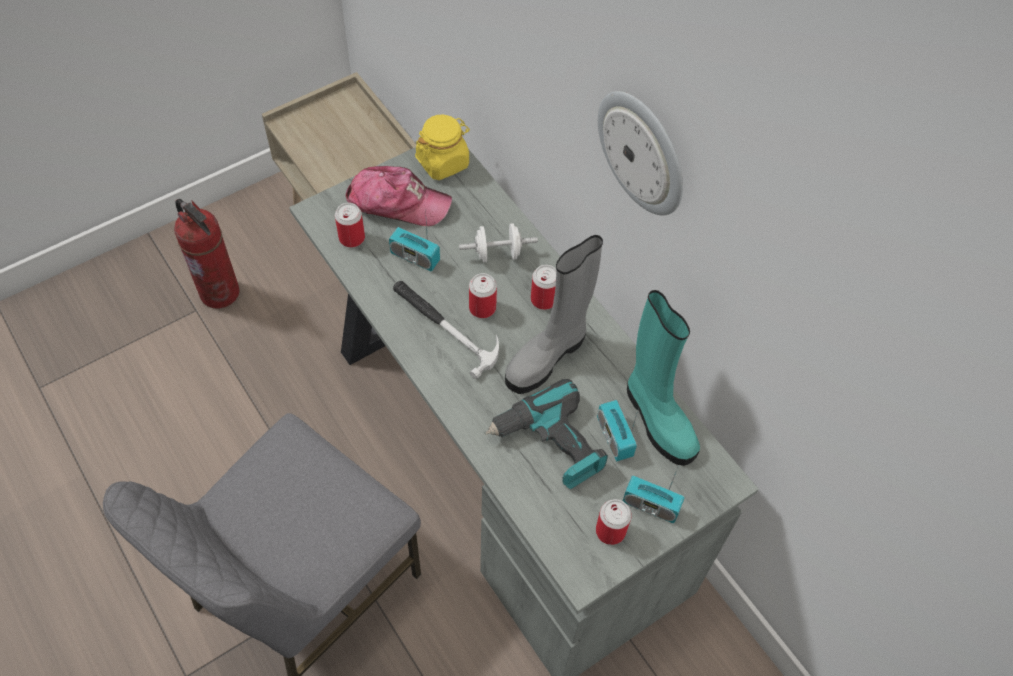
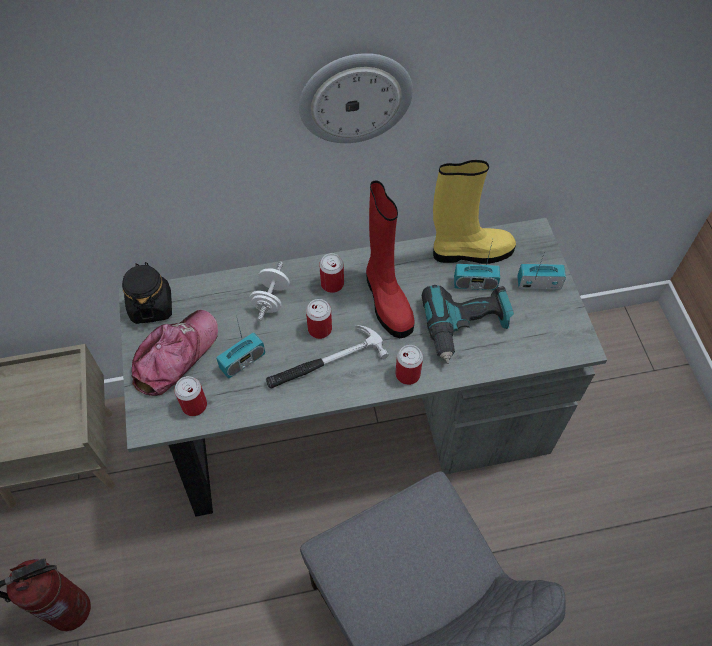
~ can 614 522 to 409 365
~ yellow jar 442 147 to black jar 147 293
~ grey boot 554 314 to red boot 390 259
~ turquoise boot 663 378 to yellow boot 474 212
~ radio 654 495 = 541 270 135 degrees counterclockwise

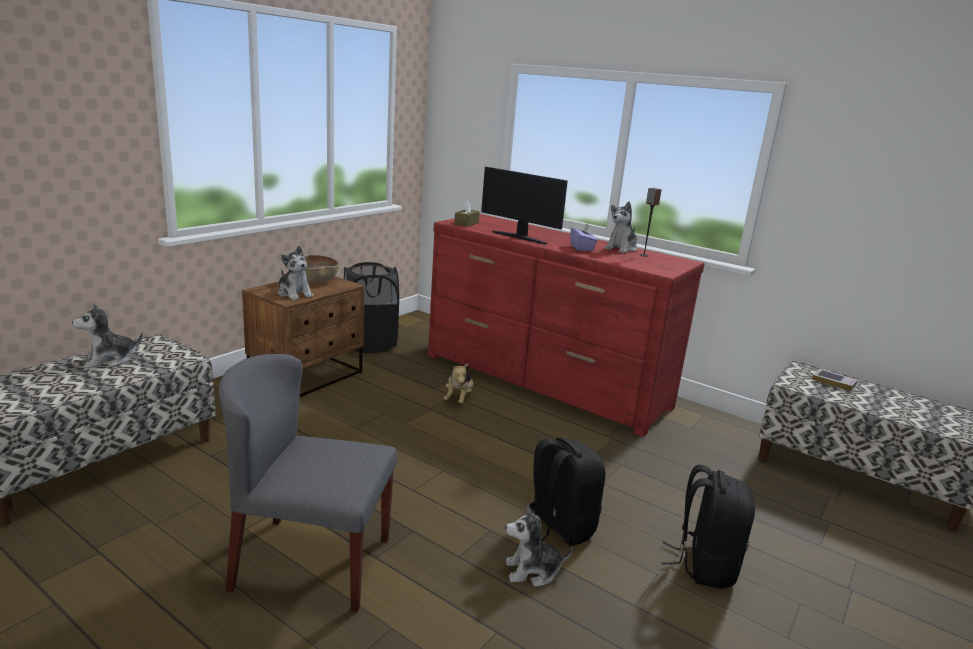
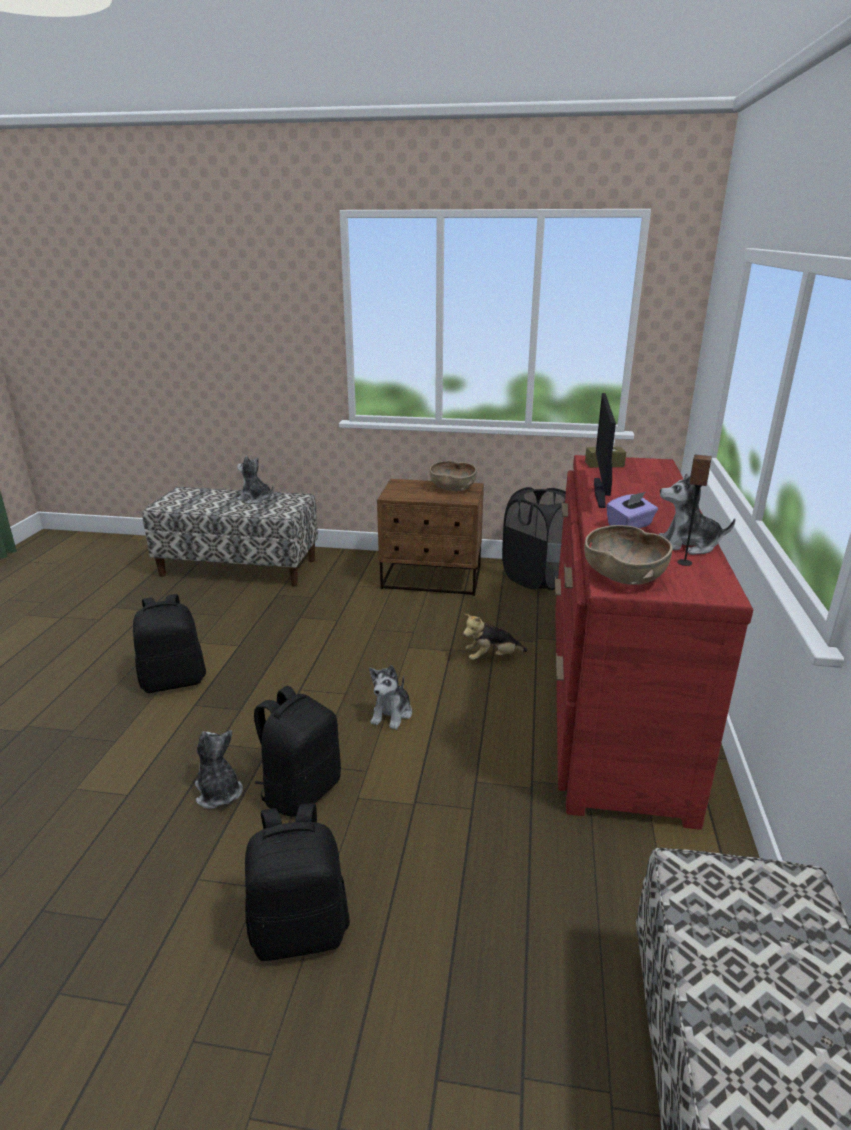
- book 835 380
+ brown bowl 628 555
~ plush toy 296 273 to 390 697
~ grey chair 308 483 to black backpack 169 643

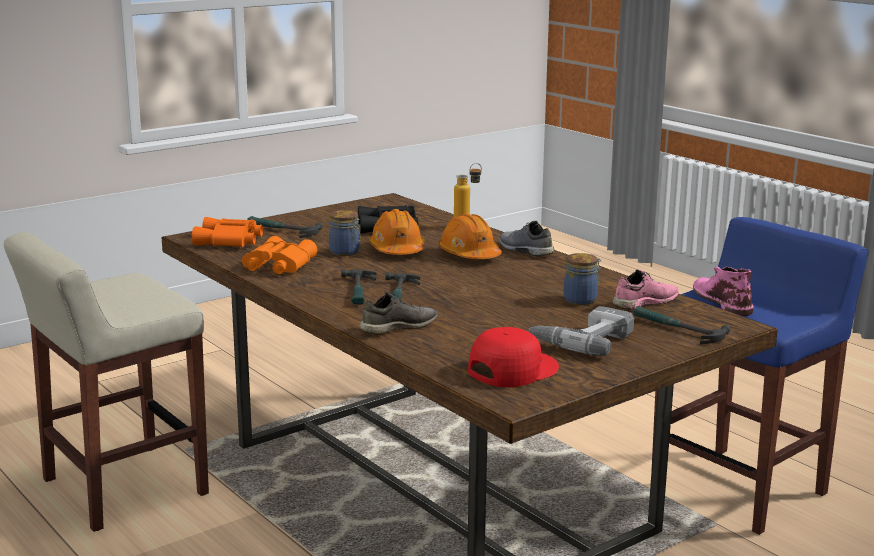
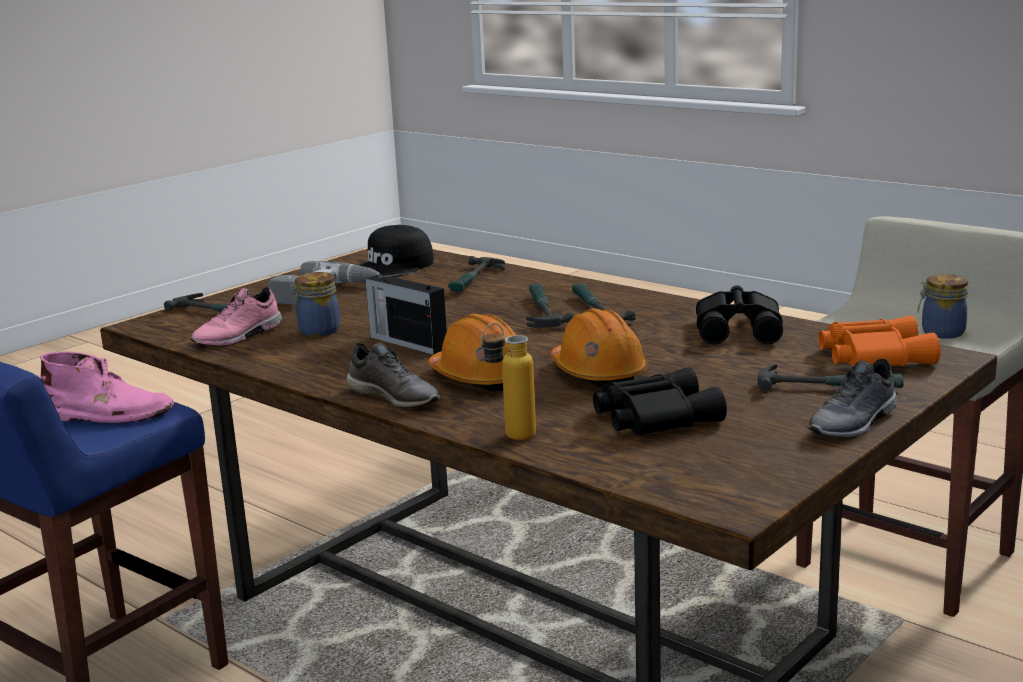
+ radio 406 313
+ hammer 476 274
~ jar 345 233 to 942 306
~ grey shoe 399 313 to 852 398
~ orange binoculars 279 255 to black binoculars 739 315
~ red cap 513 357 to black cap 397 251
~ pink boot 723 291 = 107 387 60 degrees counterclockwise

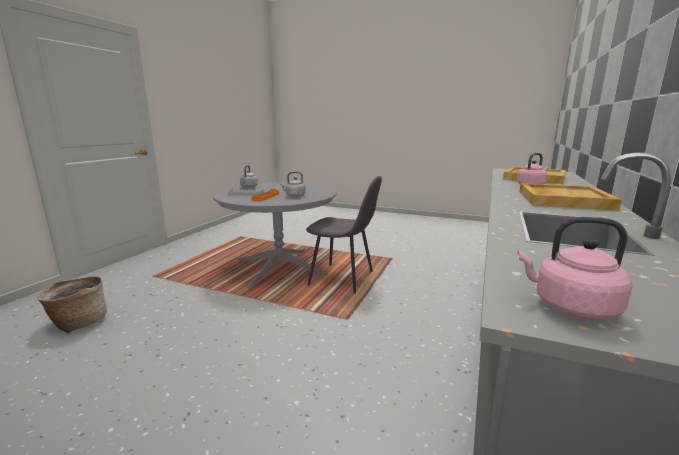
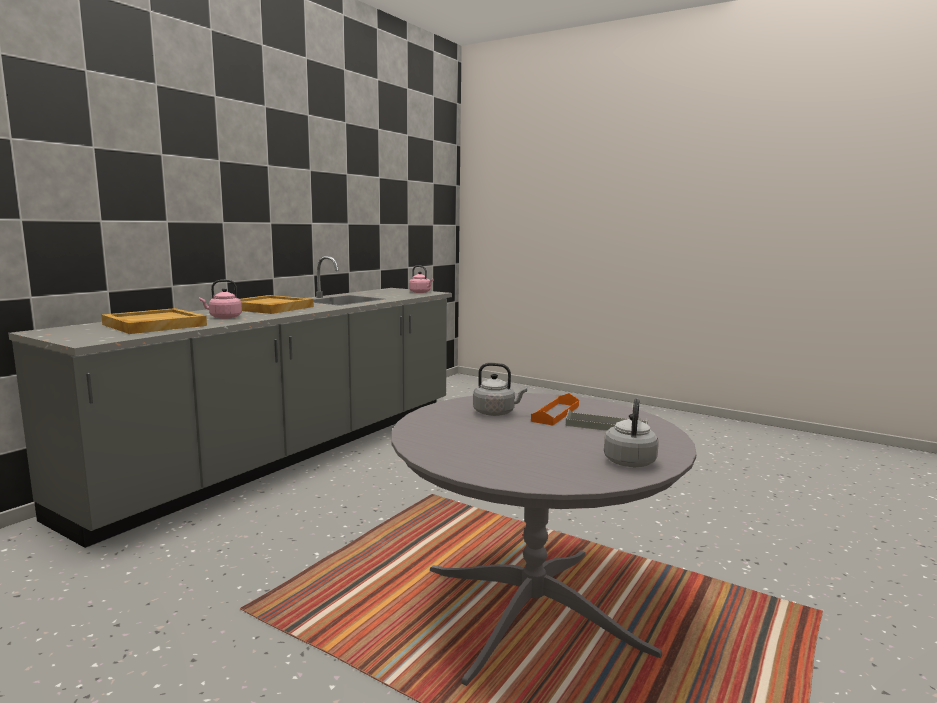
- basket 72 304
- grey chair 344 235

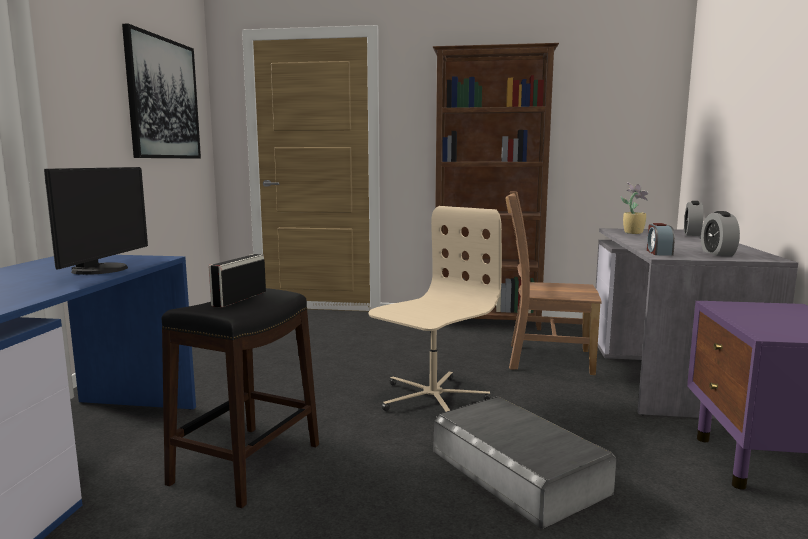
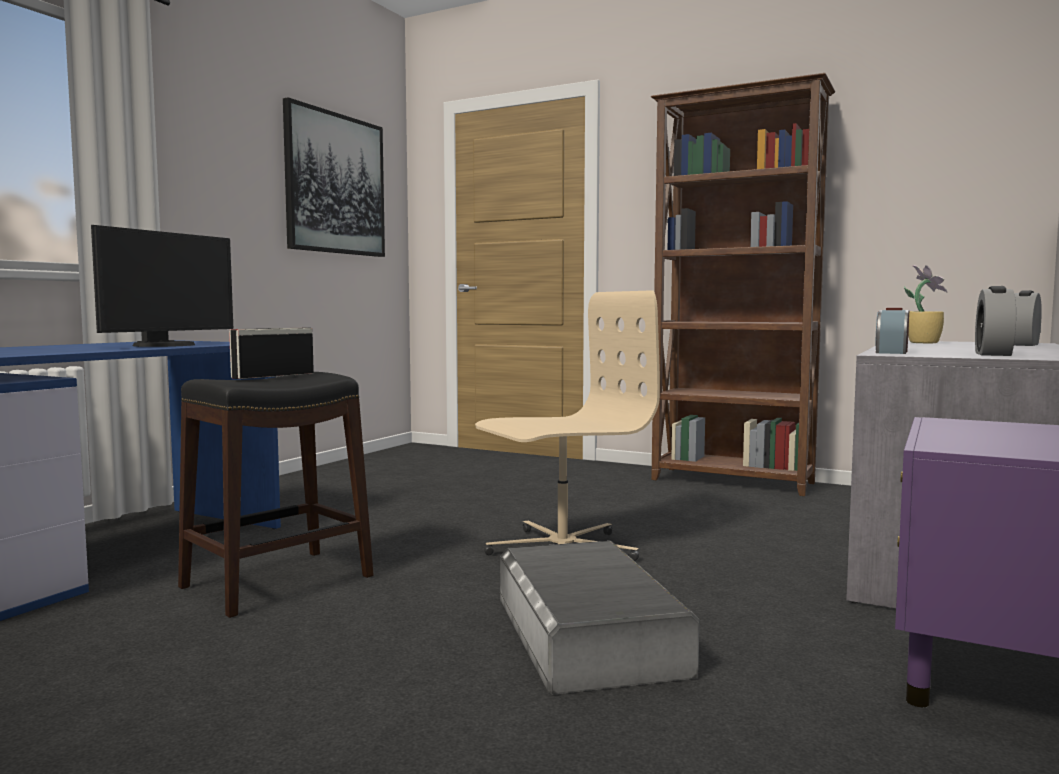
- brown chair 554 283

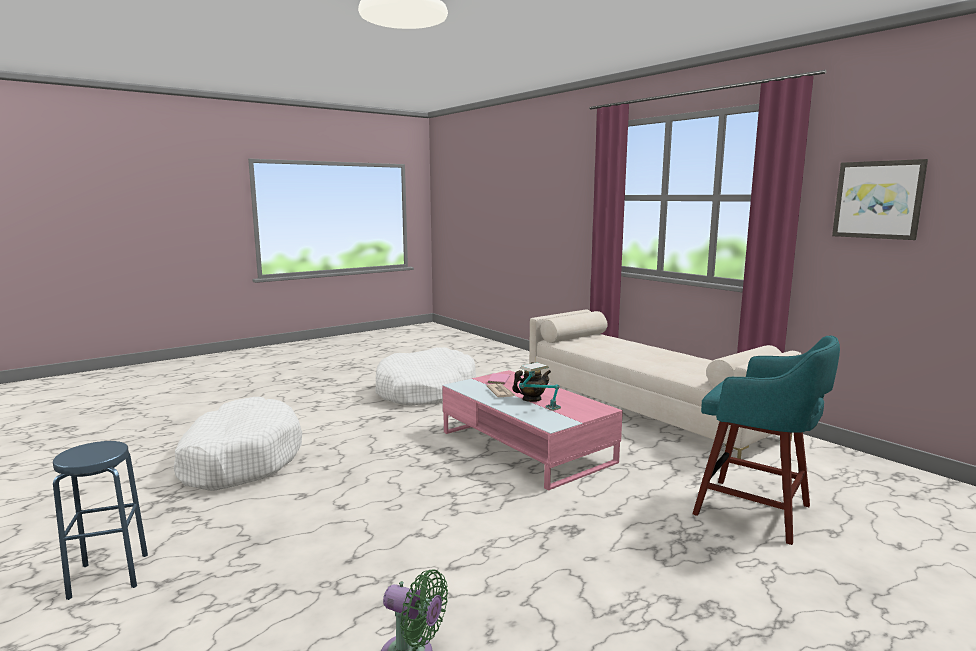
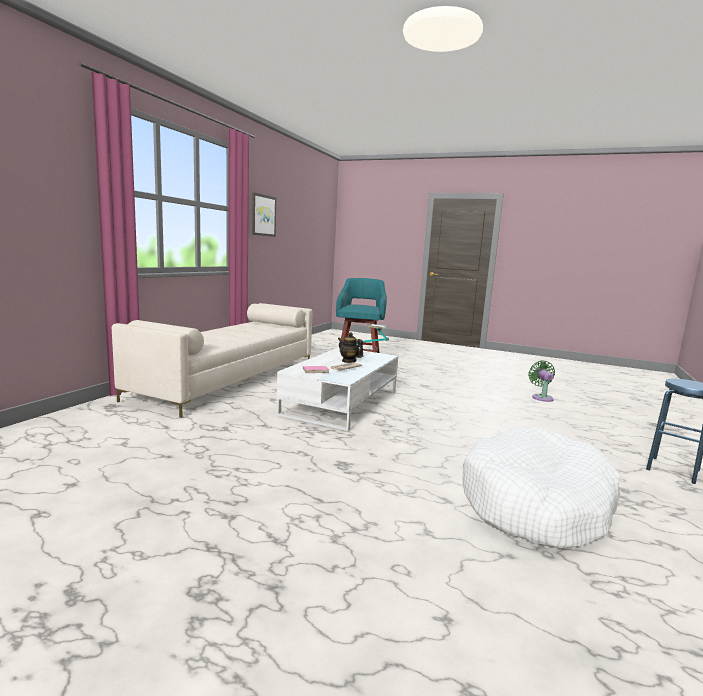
- white dog bed 425 376
~ pink coffee table 532 430 to white coffee table 337 389

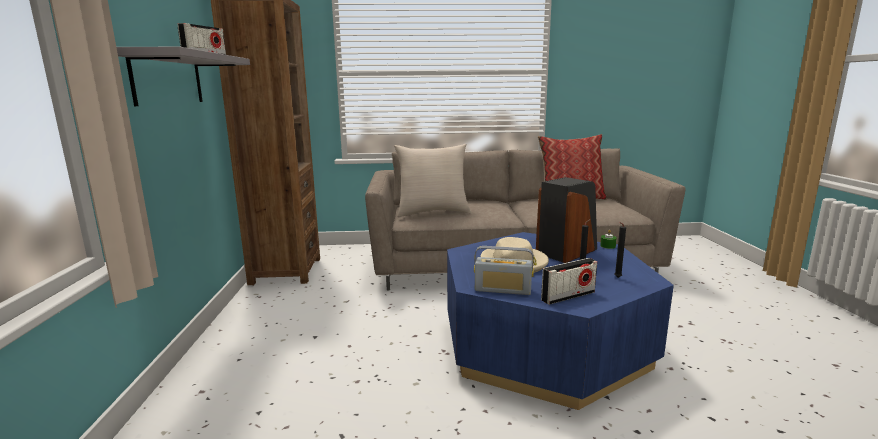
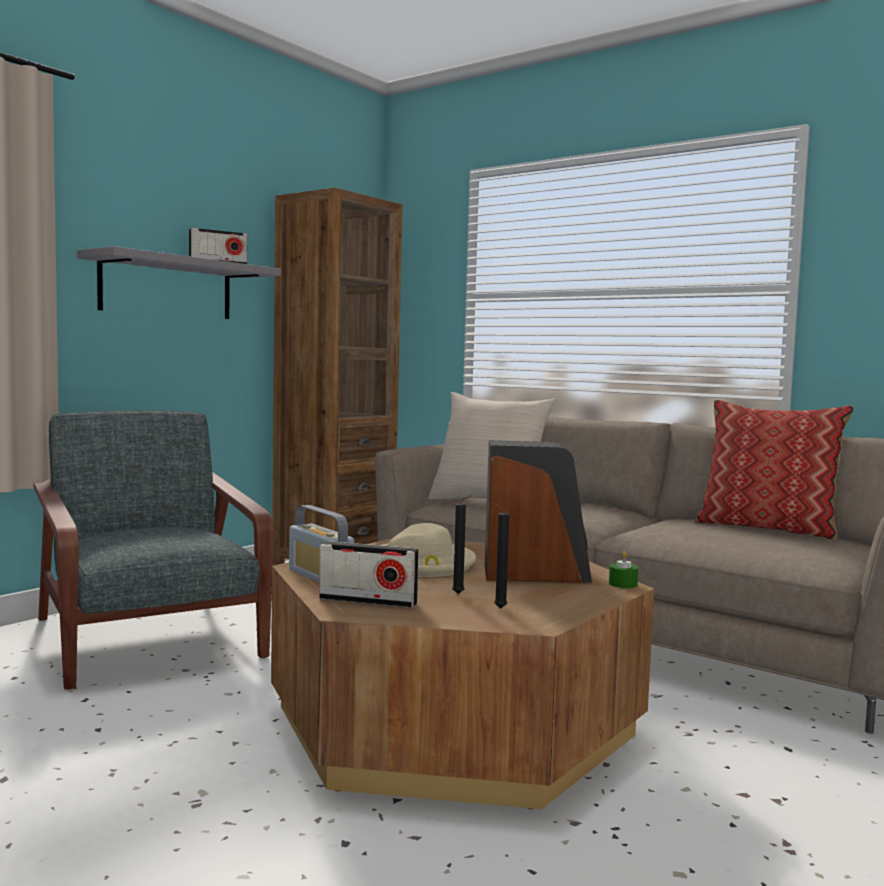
+ grey armchair 154 550
~ blue coffee table 560 321 to brown coffee table 462 673

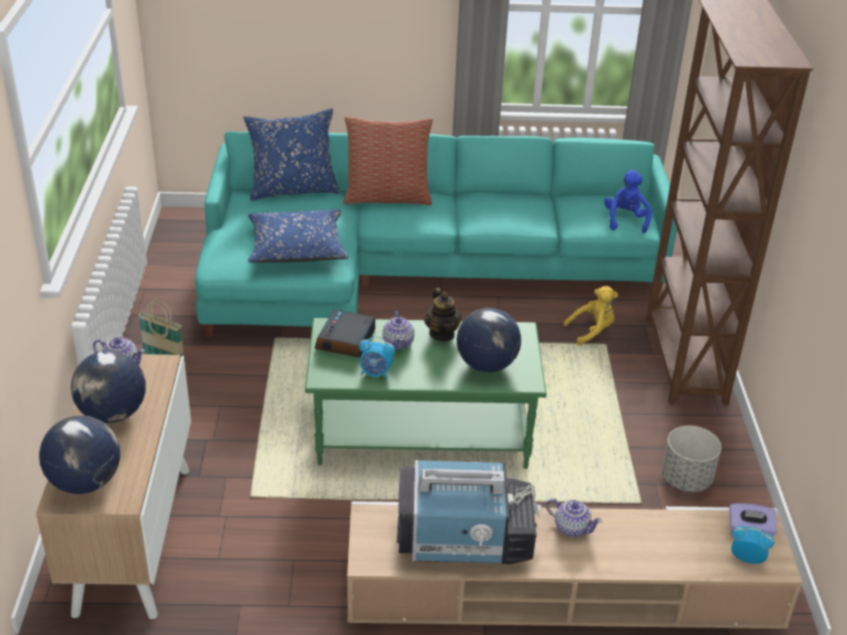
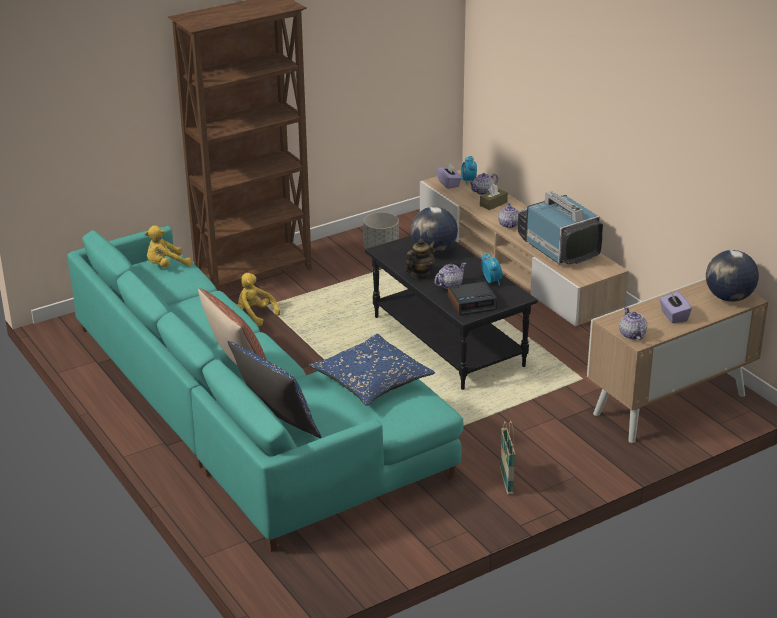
+ teapot 483 184
+ brown tissue box 494 197
~ globe 108 386 to purple tissue box 675 307
~ green coffee table 426 393 to black coffee table 451 312
~ blue plush toy 628 201 to yellow plush toy 168 247

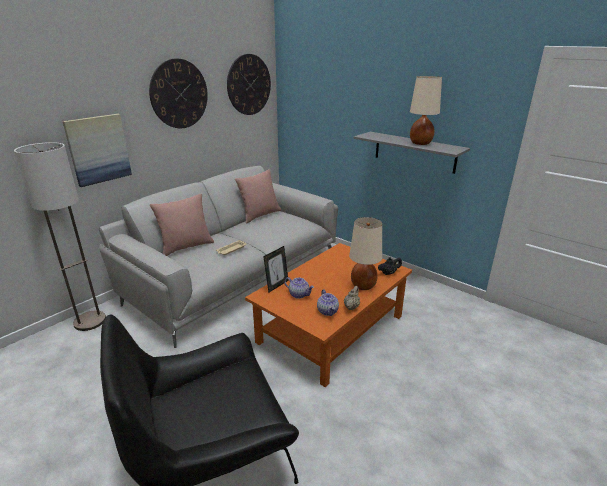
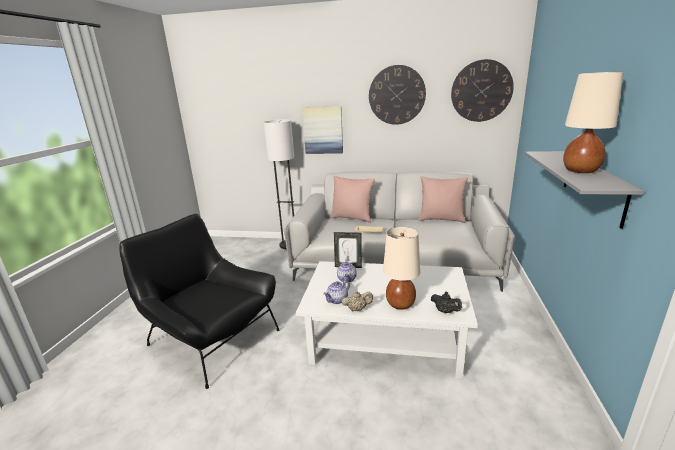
~ orange coffee table 328 315 to white coffee table 387 320

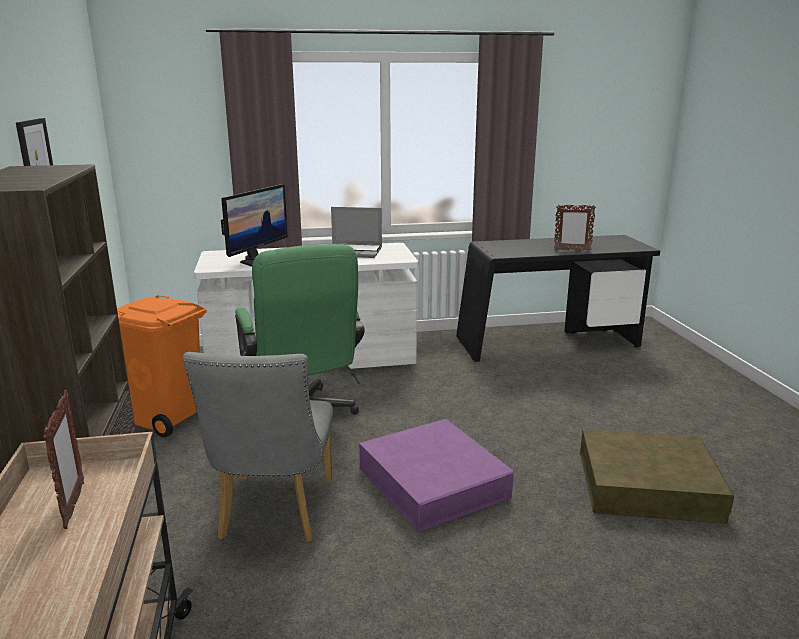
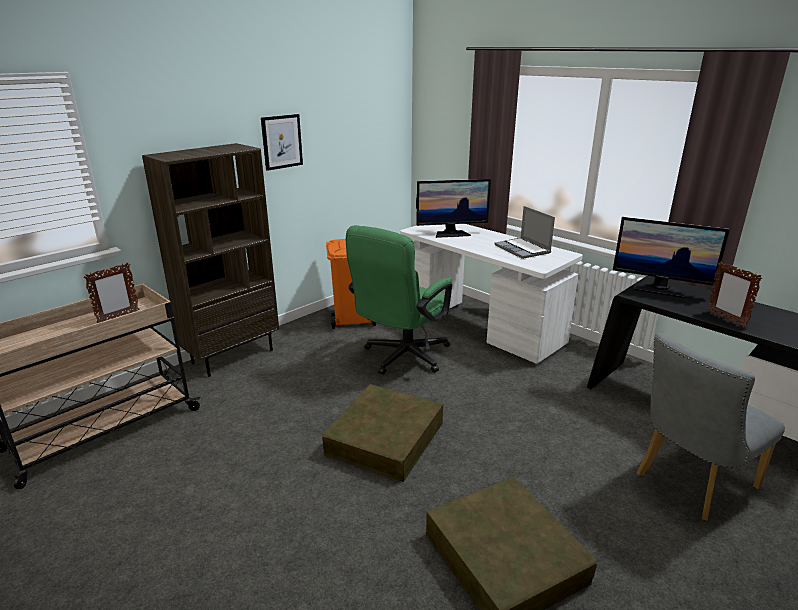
+ monitor 671 257
~ grey chair 258 447 to 711 427
~ purple storage box 436 475 to brown storage box 382 433

